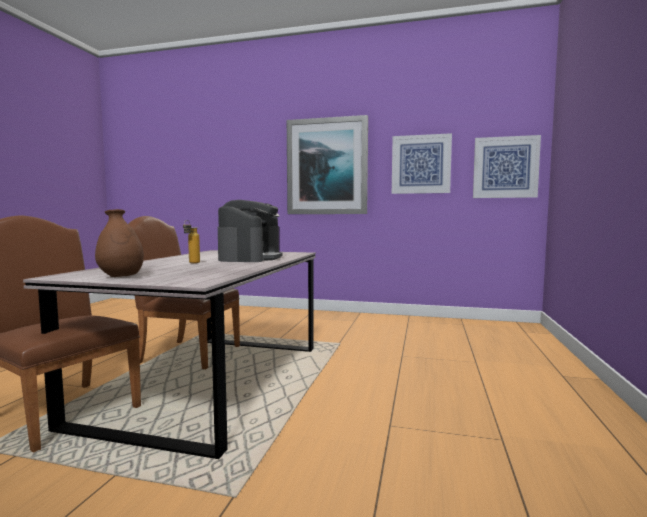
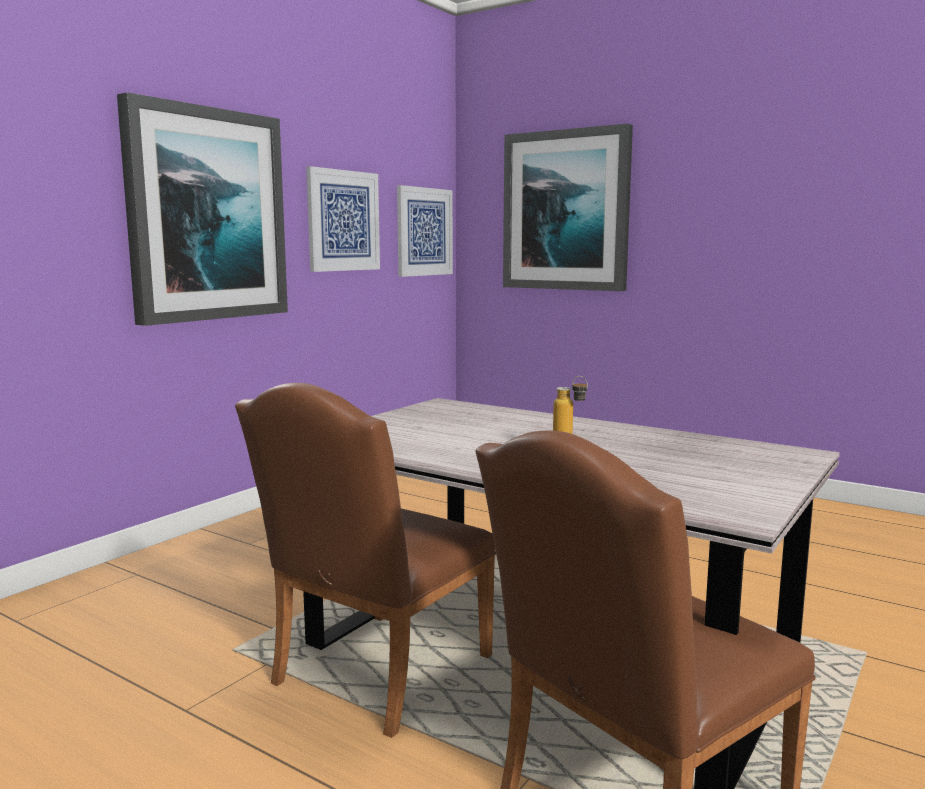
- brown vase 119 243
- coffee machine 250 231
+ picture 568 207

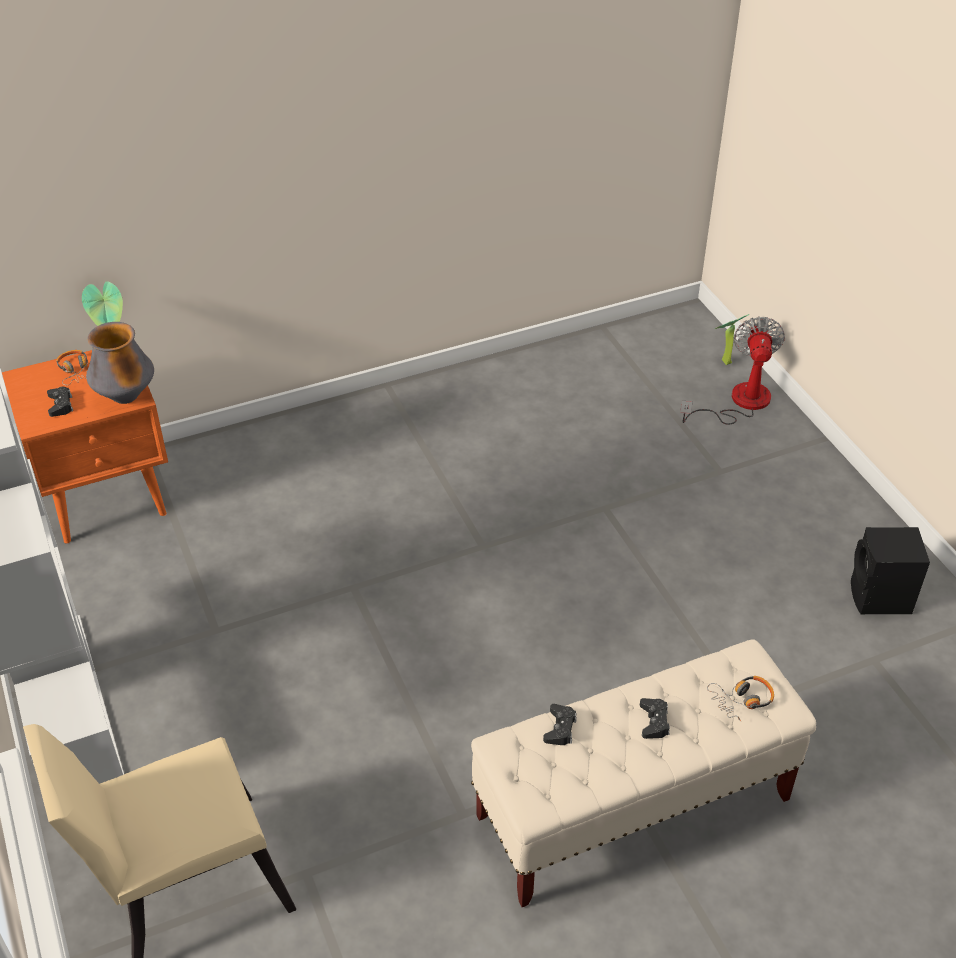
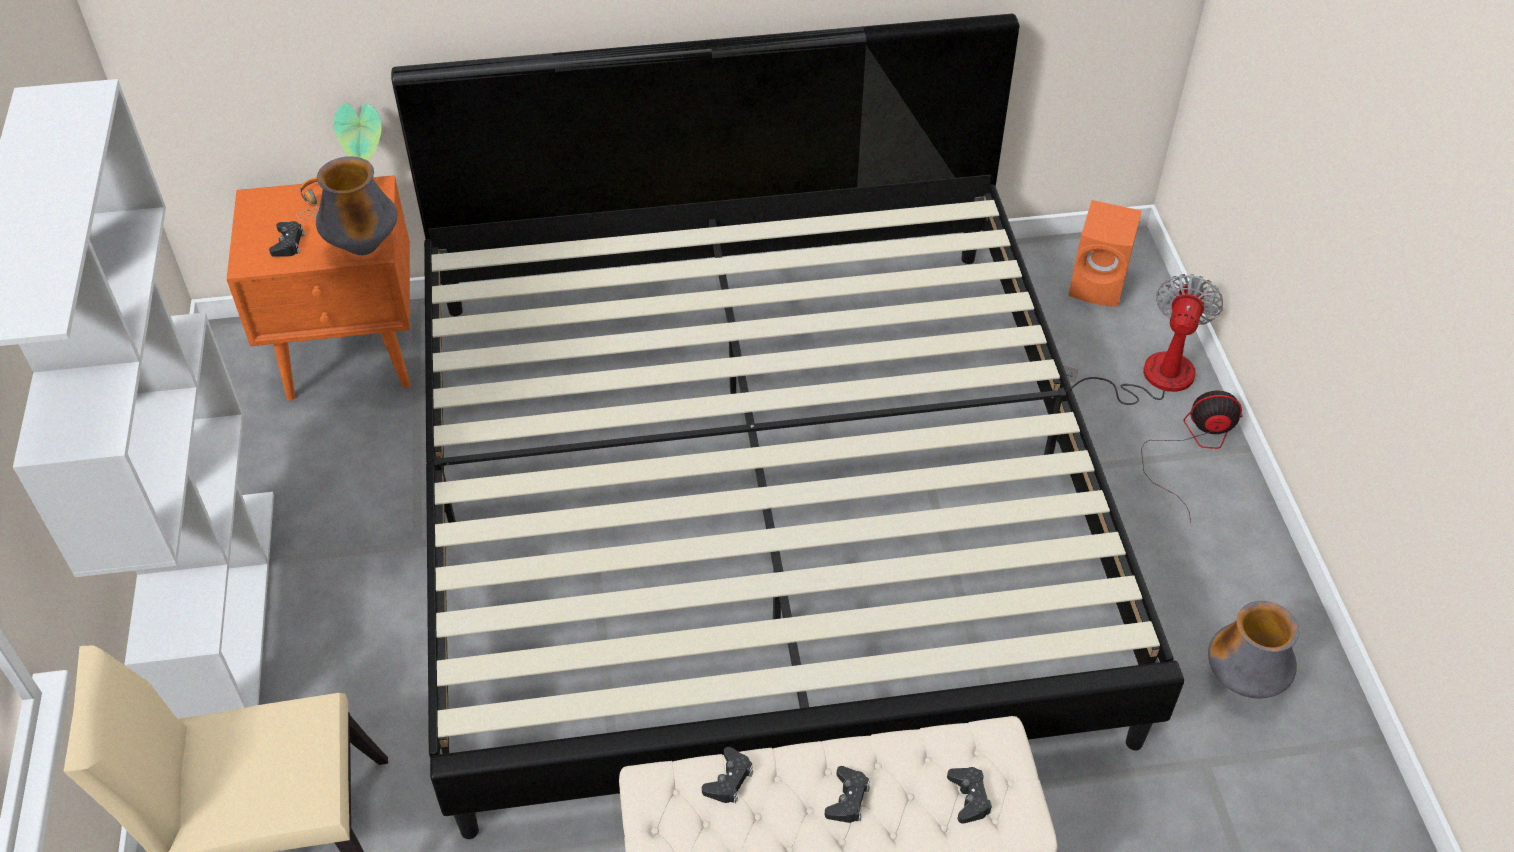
- potted plant 732 339
+ bed 787 426
+ orange speaker 1105 253
+ fan 1192 457
~ headphones 740 699 to black game controller 969 795
~ black speaker 890 571 to vase 1253 650

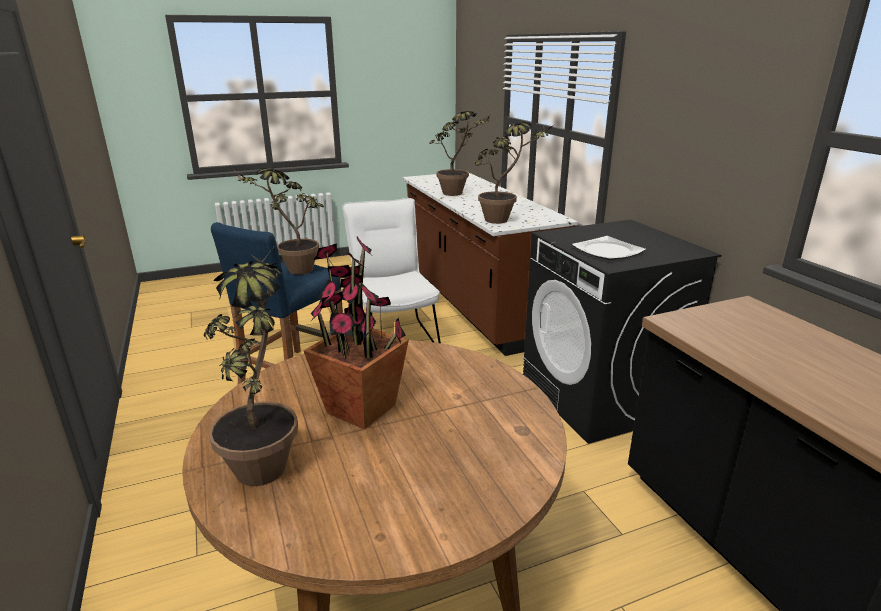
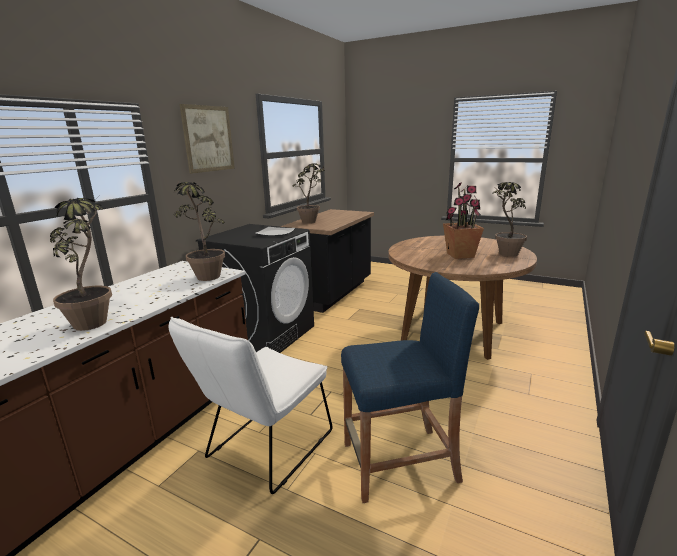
+ picture 207 139
~ potted plant 278 221 to 308 193

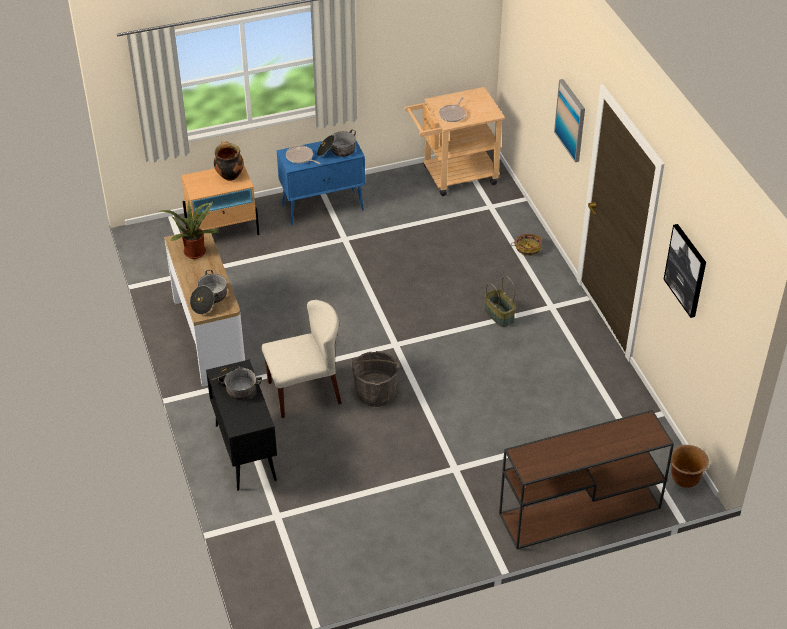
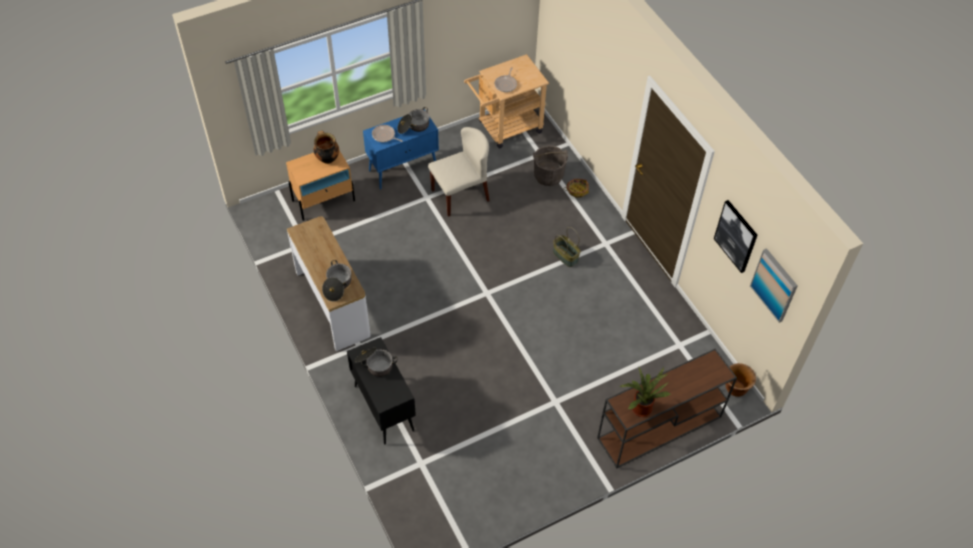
~ potted plant 190 230 to 645 392
~ beige chair 302 359 to 459 172
~ grey bucket 375 379 to 550 166
~ picture 569 120 to 774 285

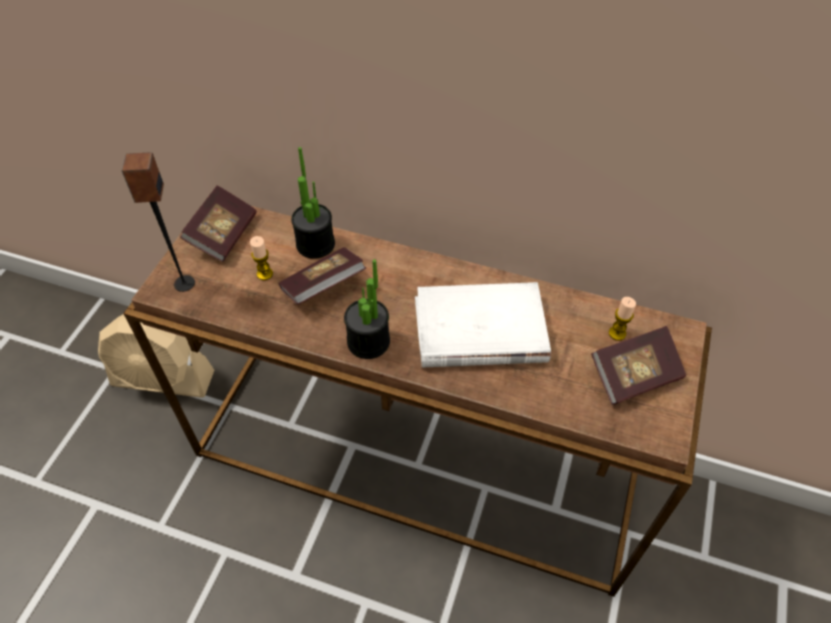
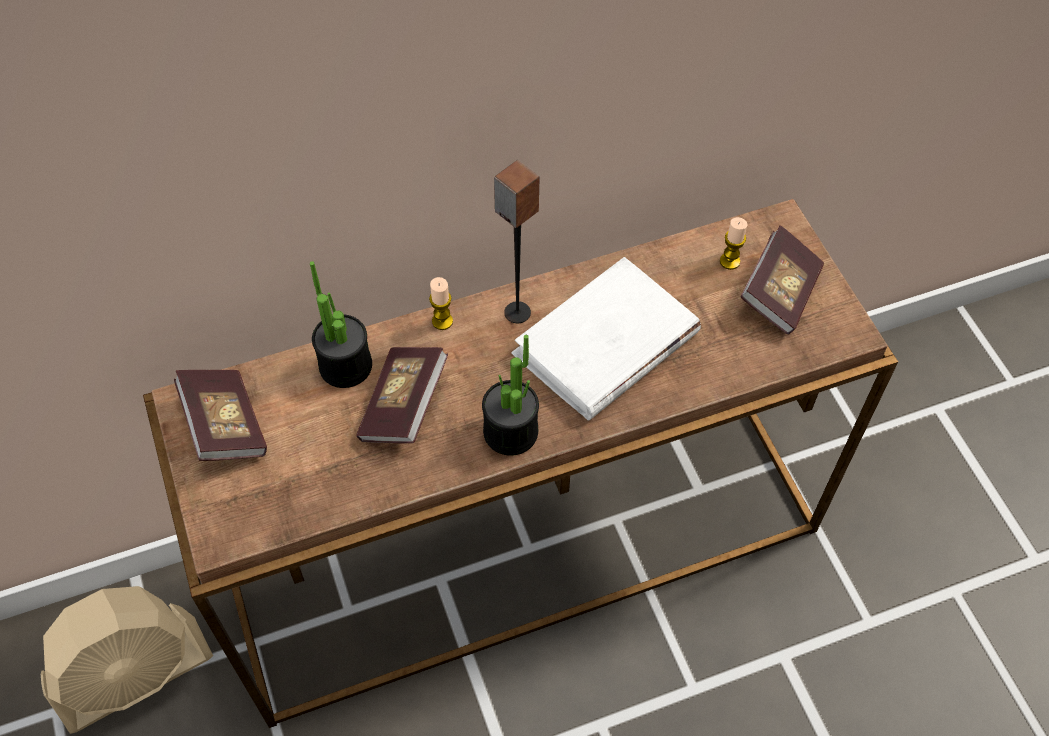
~ speaker 158 222 to 516 241
~ candle 261 258 to 441 303

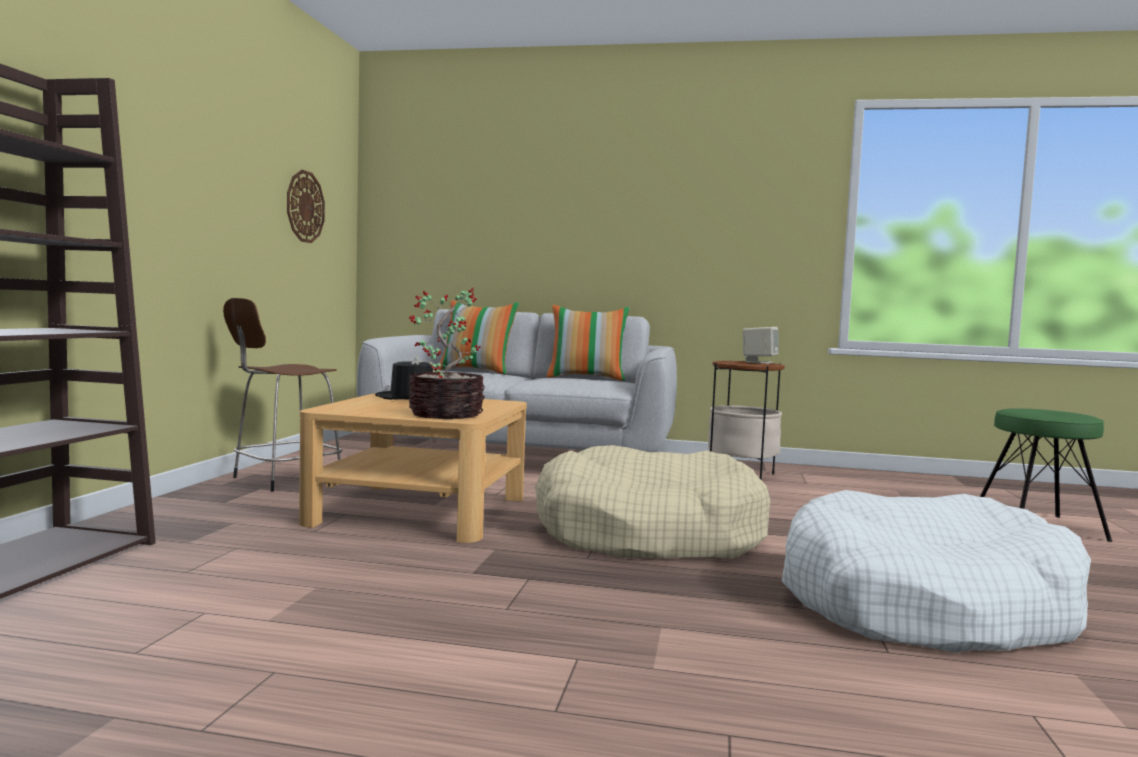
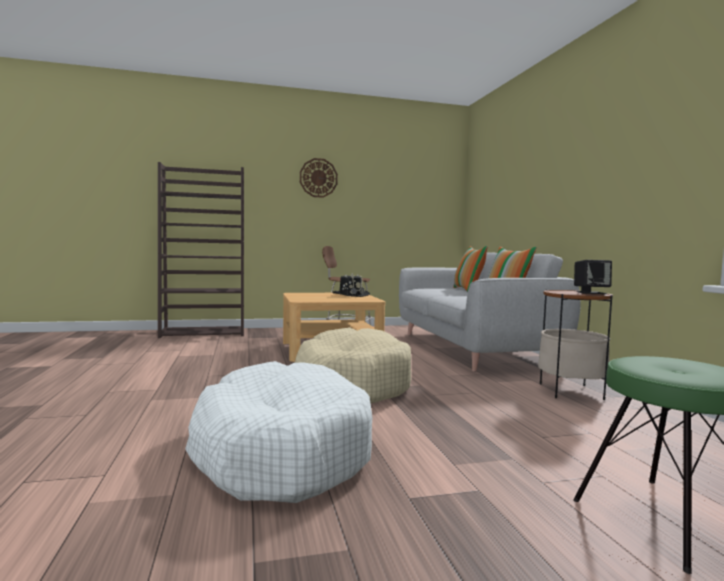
- potted plant 446 353
~ wall clock 306 206 to 319 178
~ beige speaker 761 345 to black speaker 593 277

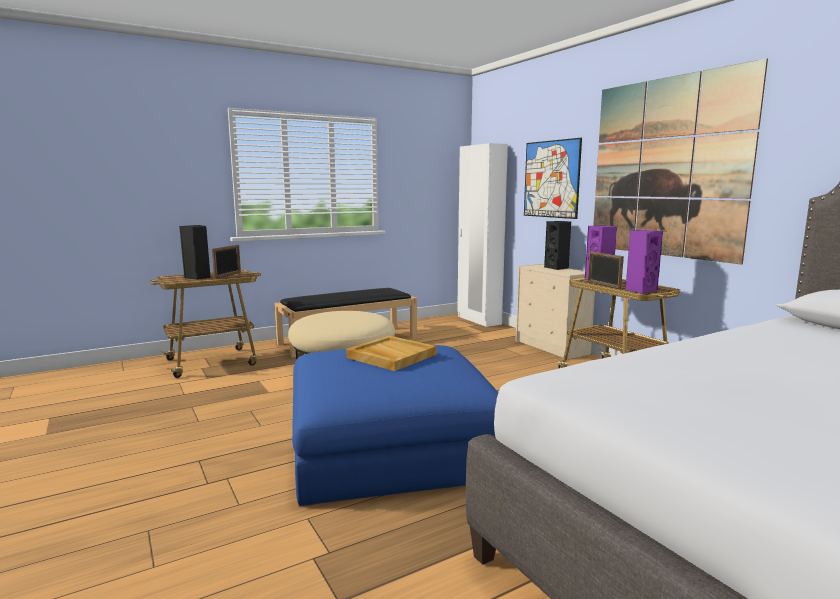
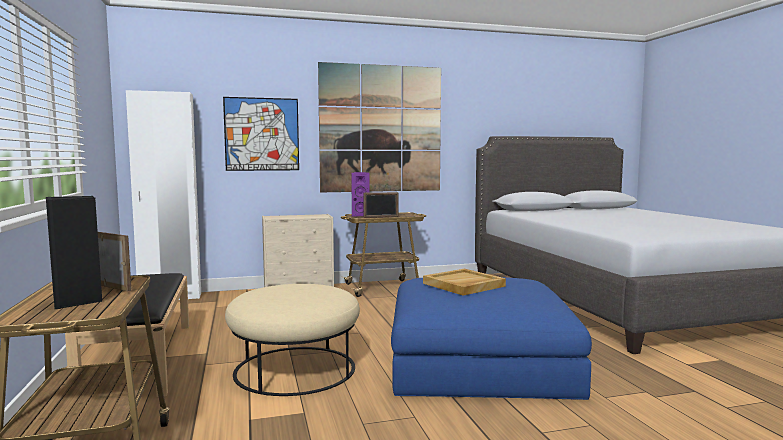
- black speaker 557 245
- purple speaker 644 262

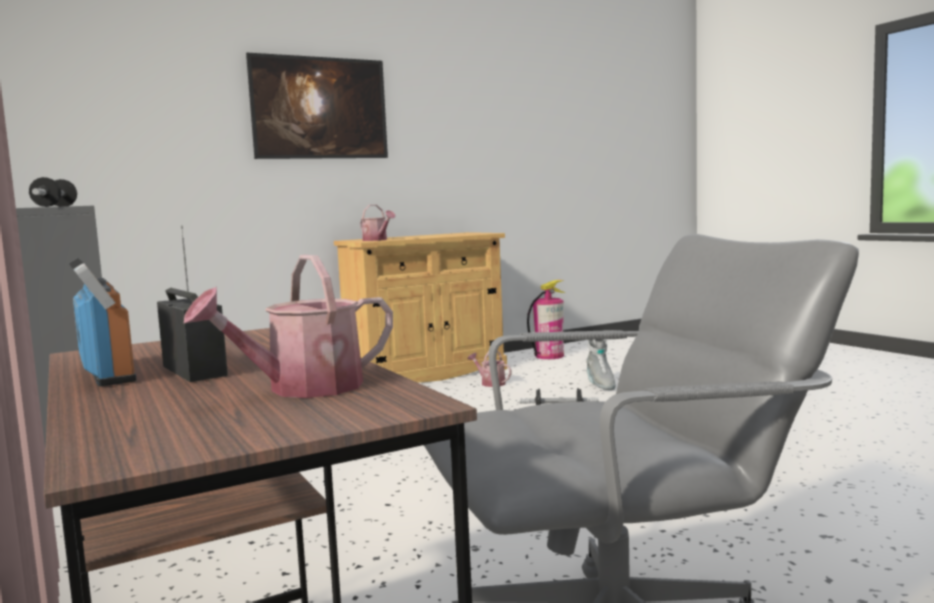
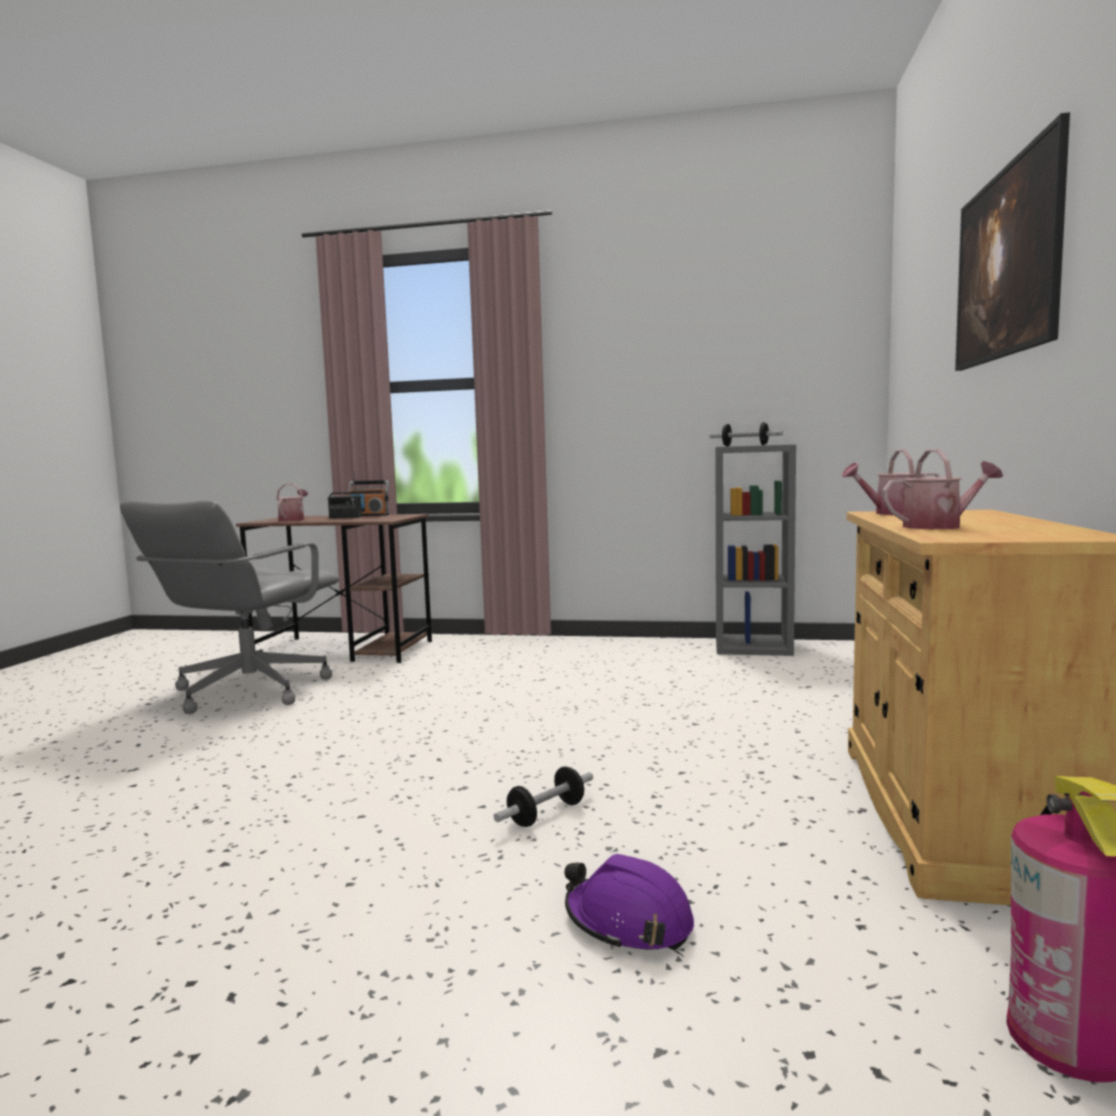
~ watering can 490 368 to 942 489
~ grey boot 601 364 to purple hard hat 629 902

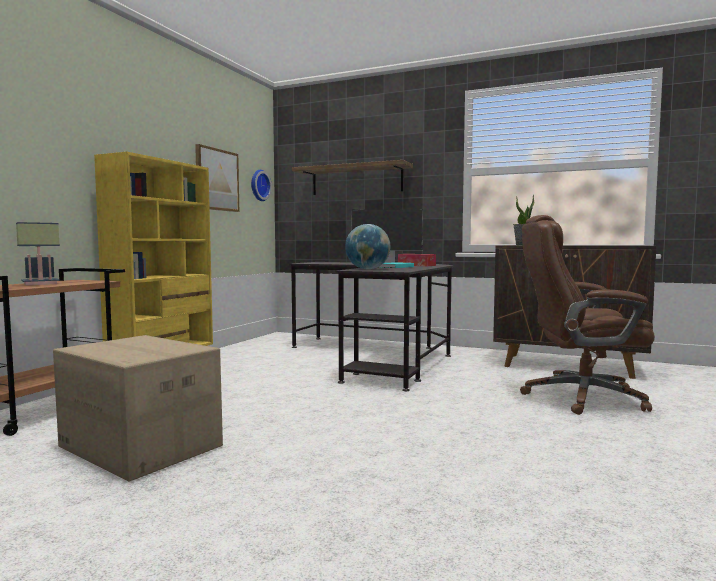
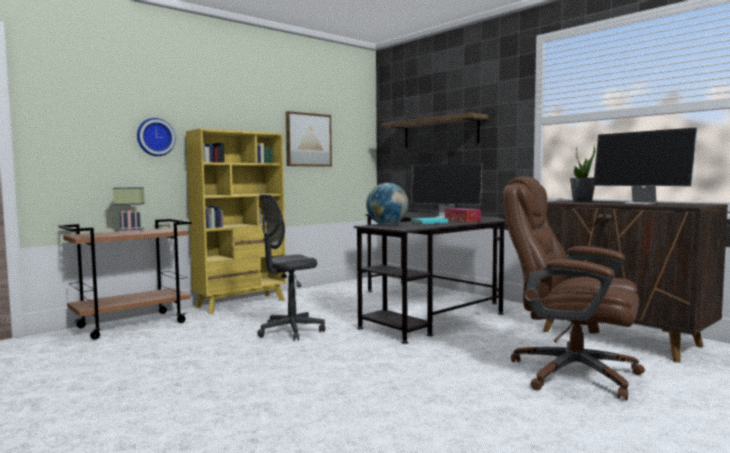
- cardboard box 138 408
+ grey office chair 291 267
+ monitor 645 166
~ wall clock 261 185 to 156 137

